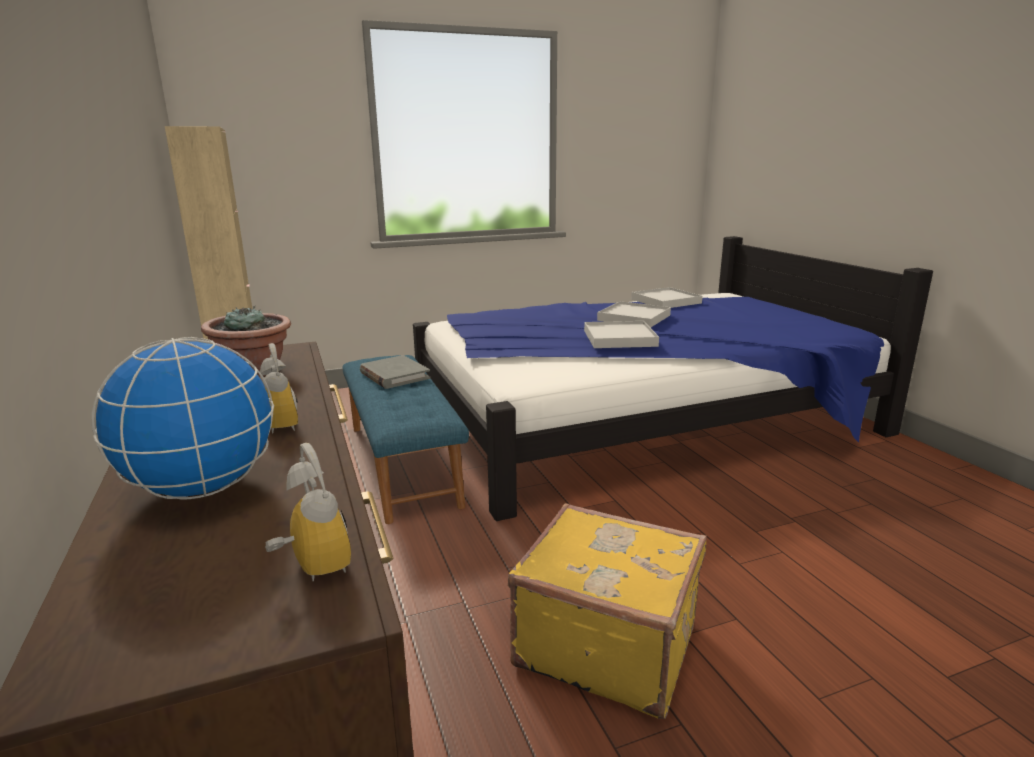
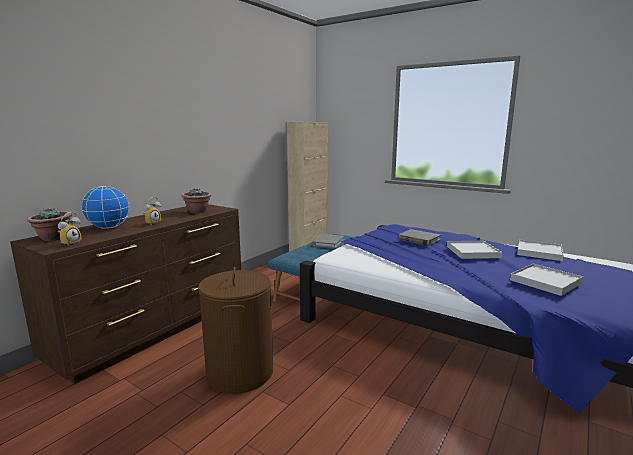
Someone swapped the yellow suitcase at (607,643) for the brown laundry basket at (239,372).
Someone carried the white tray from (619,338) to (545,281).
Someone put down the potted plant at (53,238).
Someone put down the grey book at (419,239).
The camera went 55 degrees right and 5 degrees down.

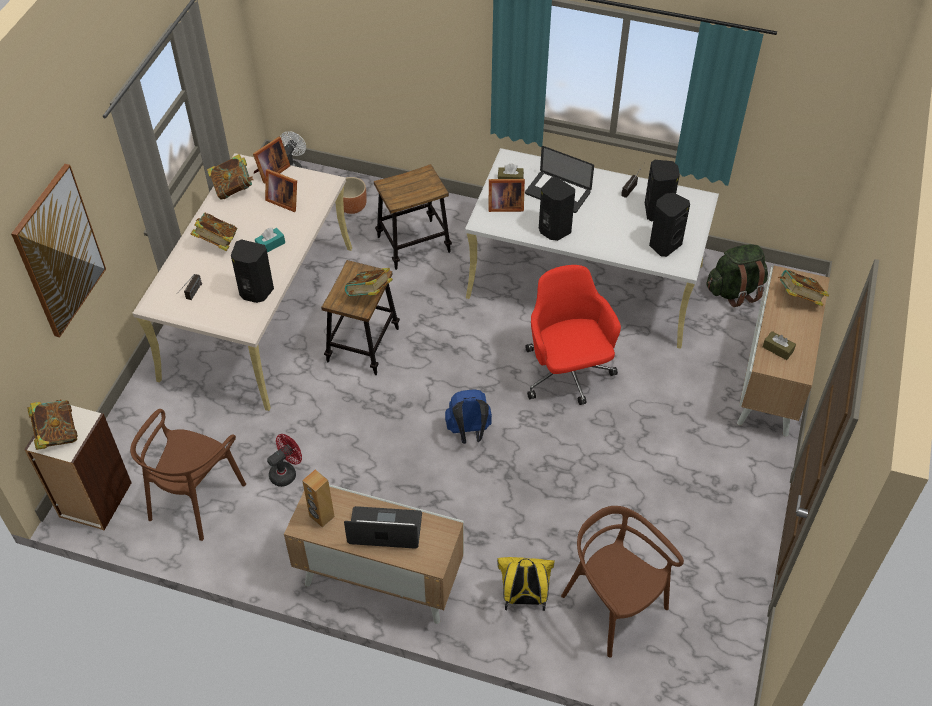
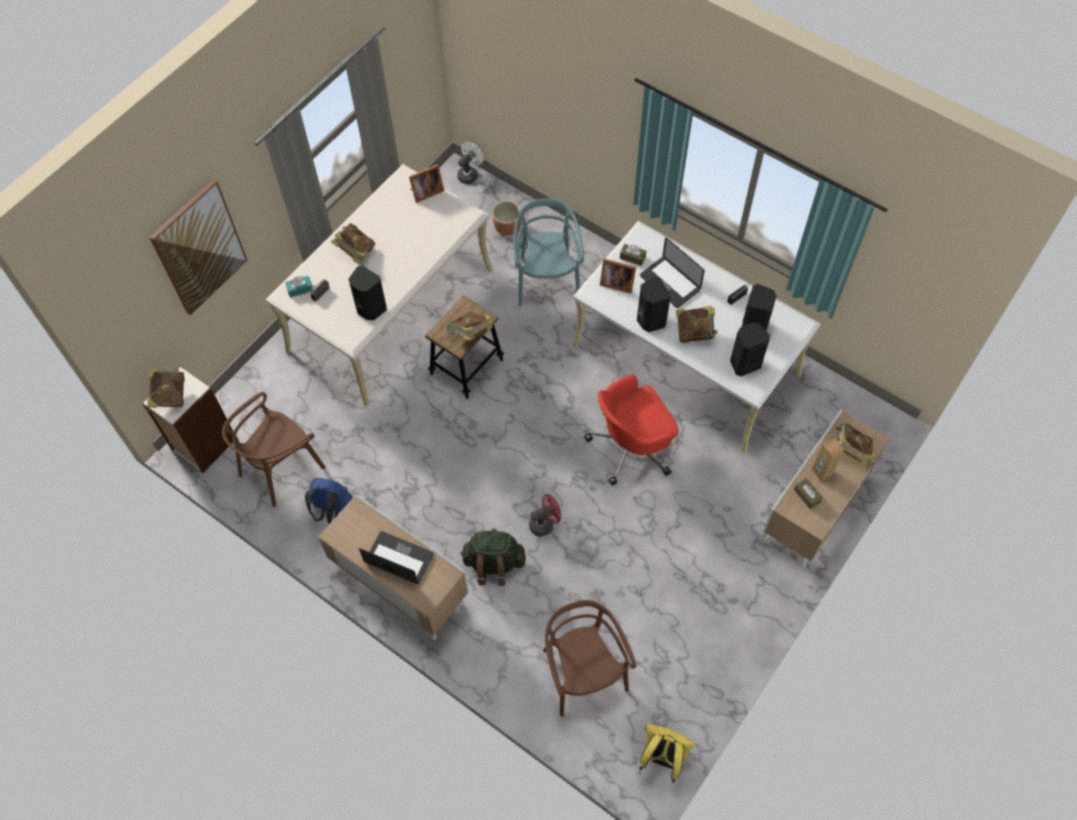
Someone carried the book from (233,189) to (695,332).
Someone carried the turquoise tissue box from (270,245) to (300,289).
Someone took away the picture frame at (283,200).
Someone carried the red fan from (286,472) to (544,523).
Someone carried the brown speaker from (321,516) to (821,472).
Someone swapped the stool at (413,244) for the turquoise chair at (547,280).
Someone carried the blue backpack from (469,432) to (331,509).
Someone carried the yellow backpack from (524,598) to (662,757).
Someone rotated the red office chair at (567,373) by 120 degrees counterclockwise.
Someone carried the green backpack from (735,291) to (494,564).
The camera went 20 degrees right and 10 degrees up.

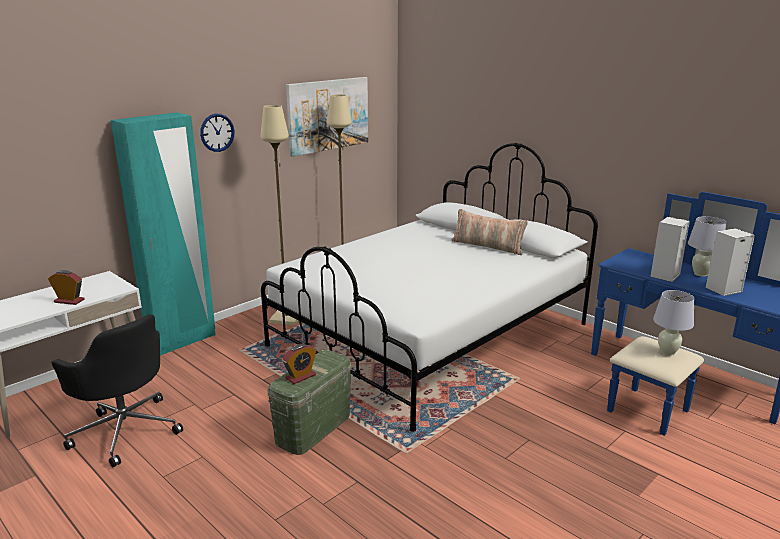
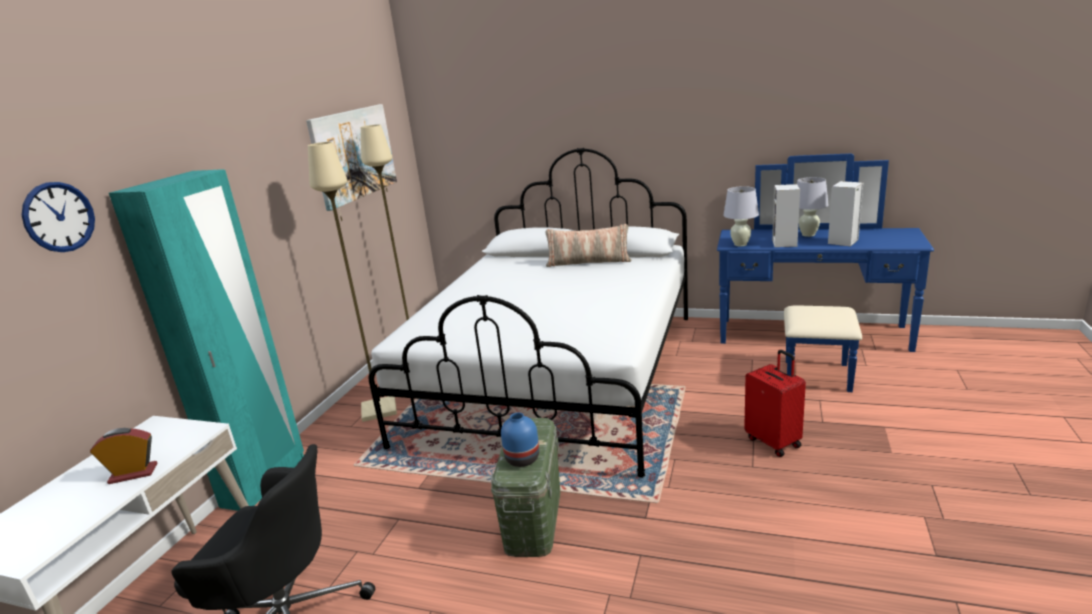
Someone carried the wall clock from (217,132) to (59,217).
Someone swapped the alarm clock at (300,377) for the blue vase at (522,458).
Someone carried the white table lamp from (667,352) to (740,244).
Someone put down the red suitcase at (774,442).
The camera went 25 degrees left and 0 degrees up.

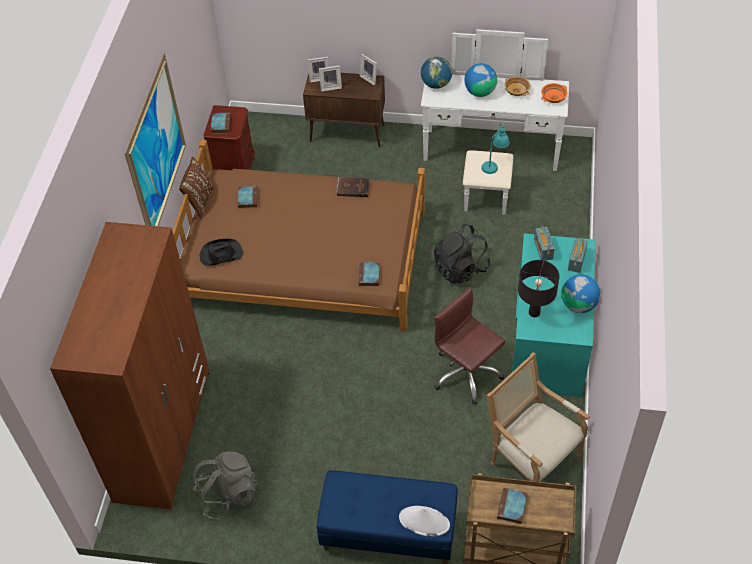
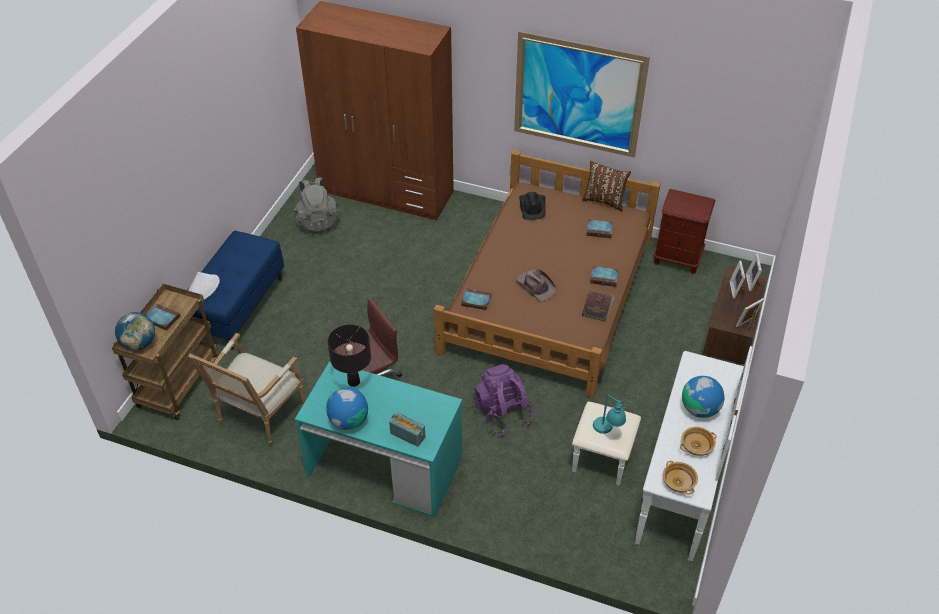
Someone carried the book from (221,124) to (604,278).
Someone carried the globe from (436,84) to (139,343).
Someone repainted the black backpack at (461,268), which became the purple backpack at (502,413).
Someone rotated the armchair at (530,459) by 150 degrees clockwise.
Someone took away the radio at (543,249).
Someone repainted the orange bowl at (553,98), which became the beige bowl at (679,482).
Someone put down the brown hat at (536,285).
The camera went 100 degrees right and 5 degrees down.

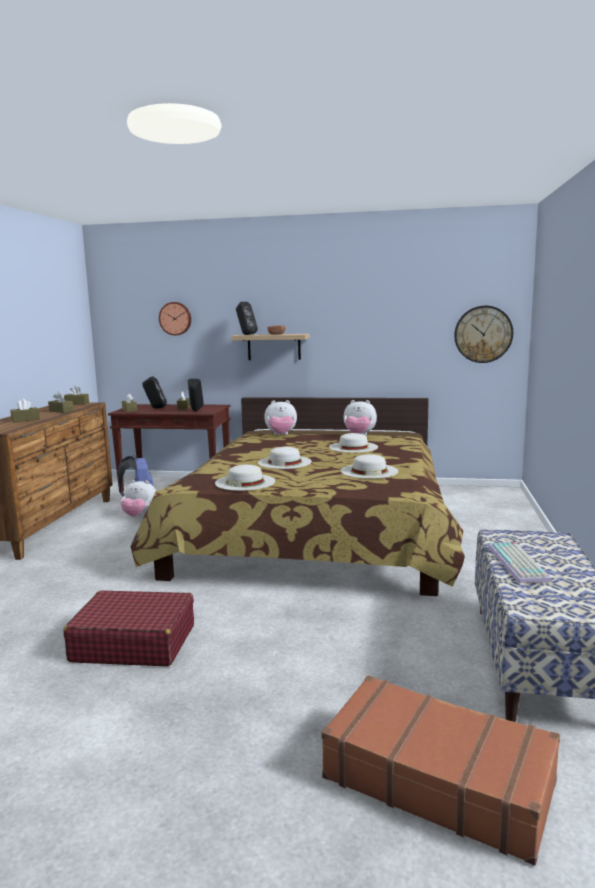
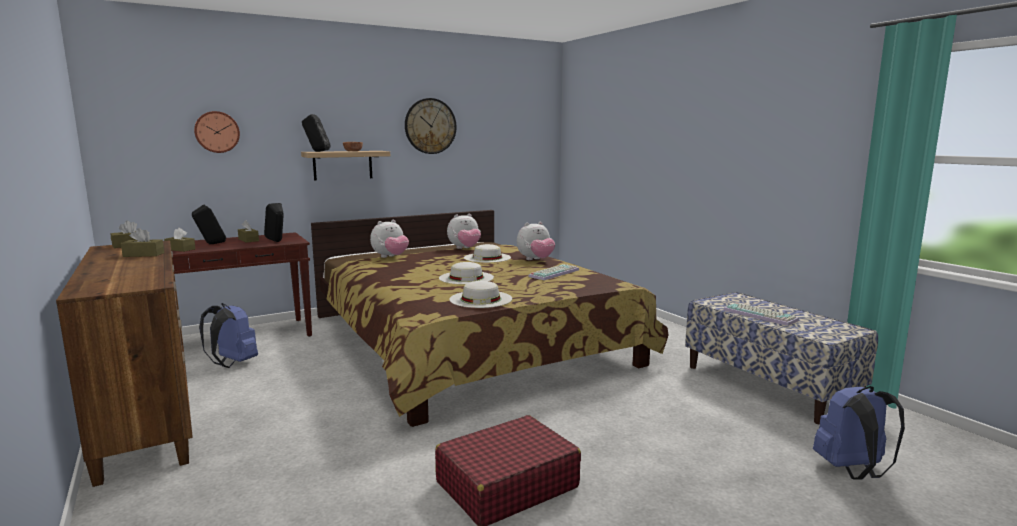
Someone took away the brown tissue box at (25,419).
Someone carried the plush toy from (139,516) to (535,260).
Someone swapped the brown suitcase at (438,779) for the blue backpack at (853,471).
Someone swapped the white hat at (369,471) for the keyboard at (553,273).
Someone carried the wall clock from (483,334) to (430,126).
The camera went 40 degrees left and 0 degrees up.

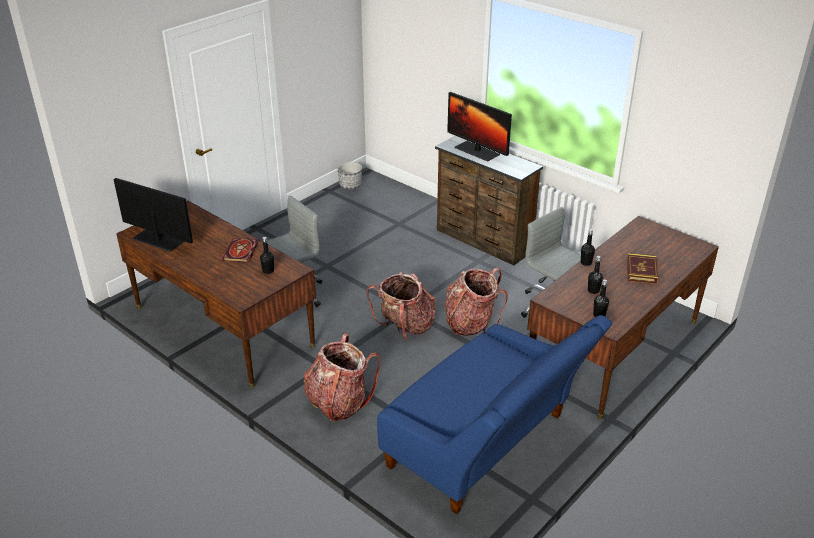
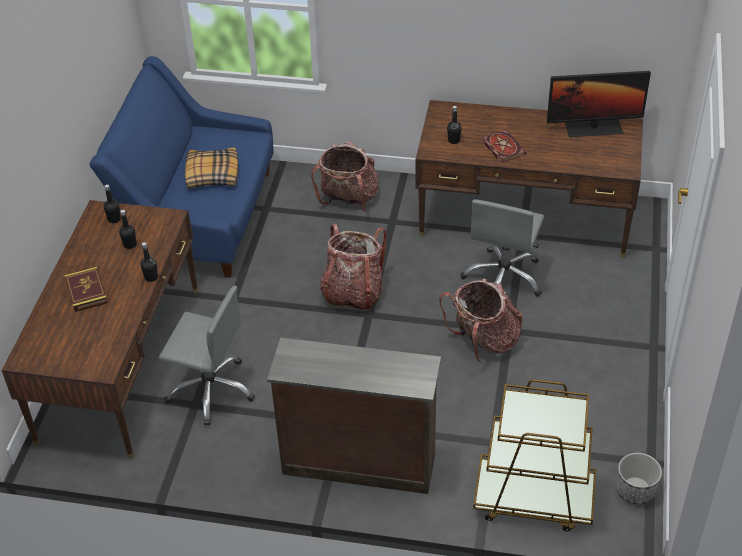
Someone carried the backpack from (471,323) to (484,341).
Someone took away the monitor at (476,151).
Someone put down the pillow at (212,174).
Someone put down the brown cart at (533,498).
The camera went 150 degrees right and 10 degrees up.

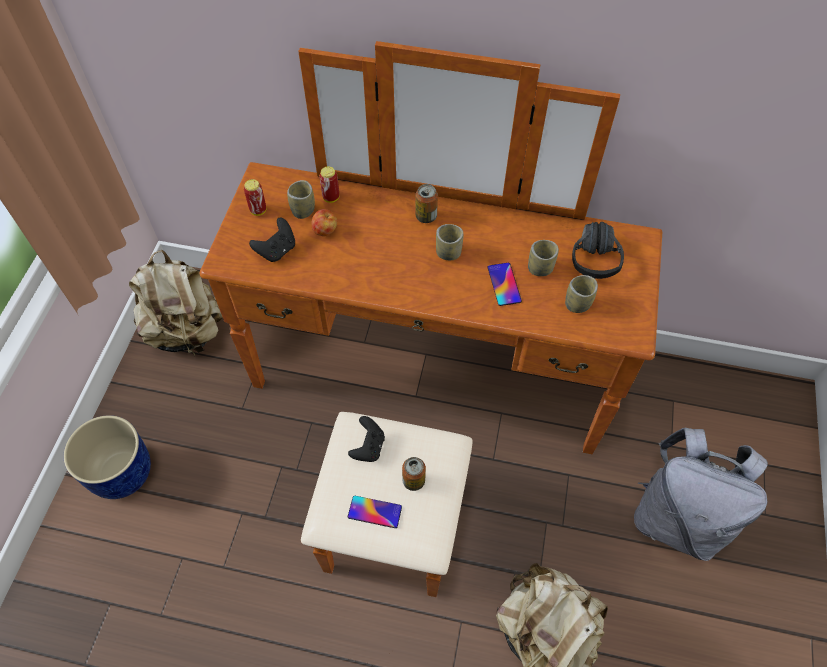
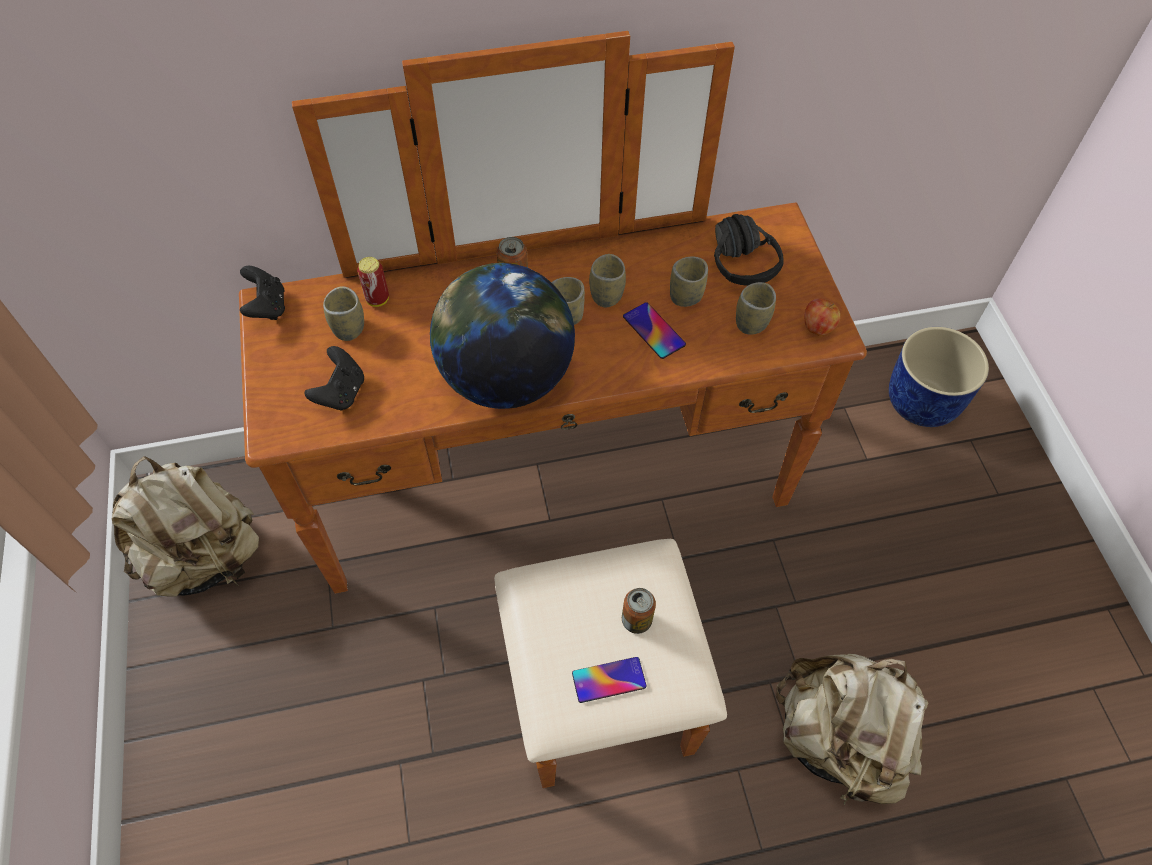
Someone carried the blue planter from (123,472) to (922,401).
Someone took away the can at (258,210).
Someone carried the apple from (325,231) to (817,327).
Someone carried the black game controller from (368,447) to (267,307).
Someone took away the grey backpack at (677,518).
Someone put down the globe at (506,378).
Someone put down the cup at (606,295).
The camera went 25 degrees left and 0 degrees up.

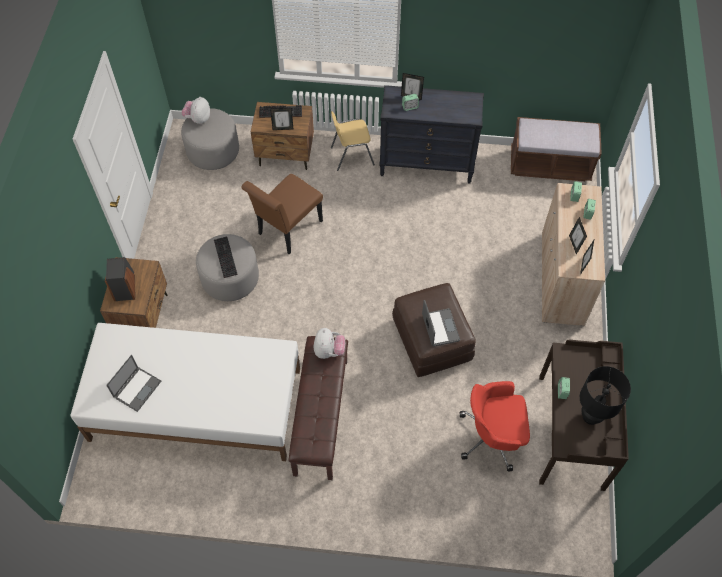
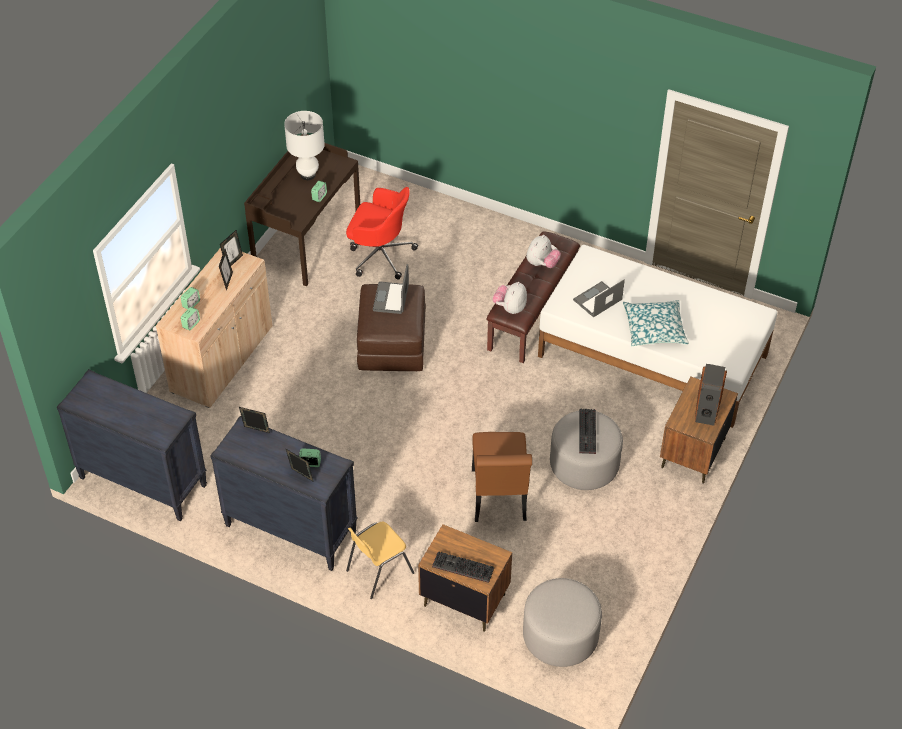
Someone carried the laptop from (137,388) to (597,300).
Someone carried the plush toy from (198,119) to (542,264).
Someone rotated the brown chair at (287,230) by 120 degrees clockwise.
Someone carried the picture frame from (283,128) to (256,431).
Someone rotated the yellow chair at (351,156) by 135 degrees clockwise.
Someone swapped the brown bench at (550,165) for the black dresser at (142,482).
Someone repainted the black table lamp at (590,416), which became the white table lamp at (308,175).
Someone put down the pillow at (654,329).
The camera went 160 degrees left and 10 degrees down.

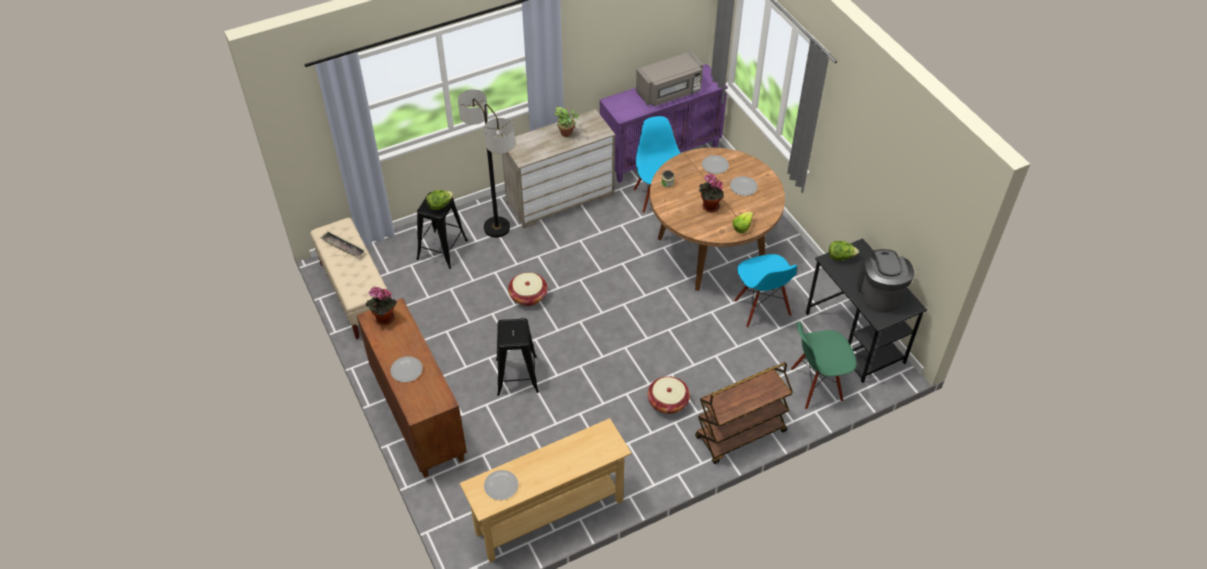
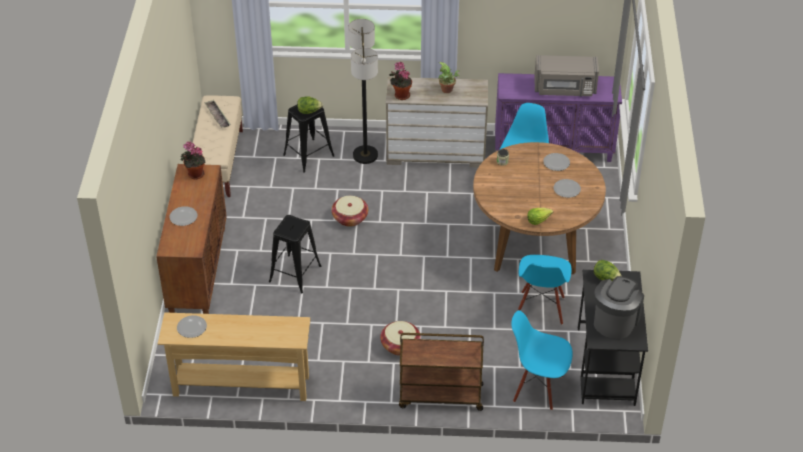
Someone carried the potted plant from (709,207) to (400,95).
Someone repainted the green chair at (816,385), which became the blue chair at (538,388).
The camera went 30 degrees right and 5 degrees down.

